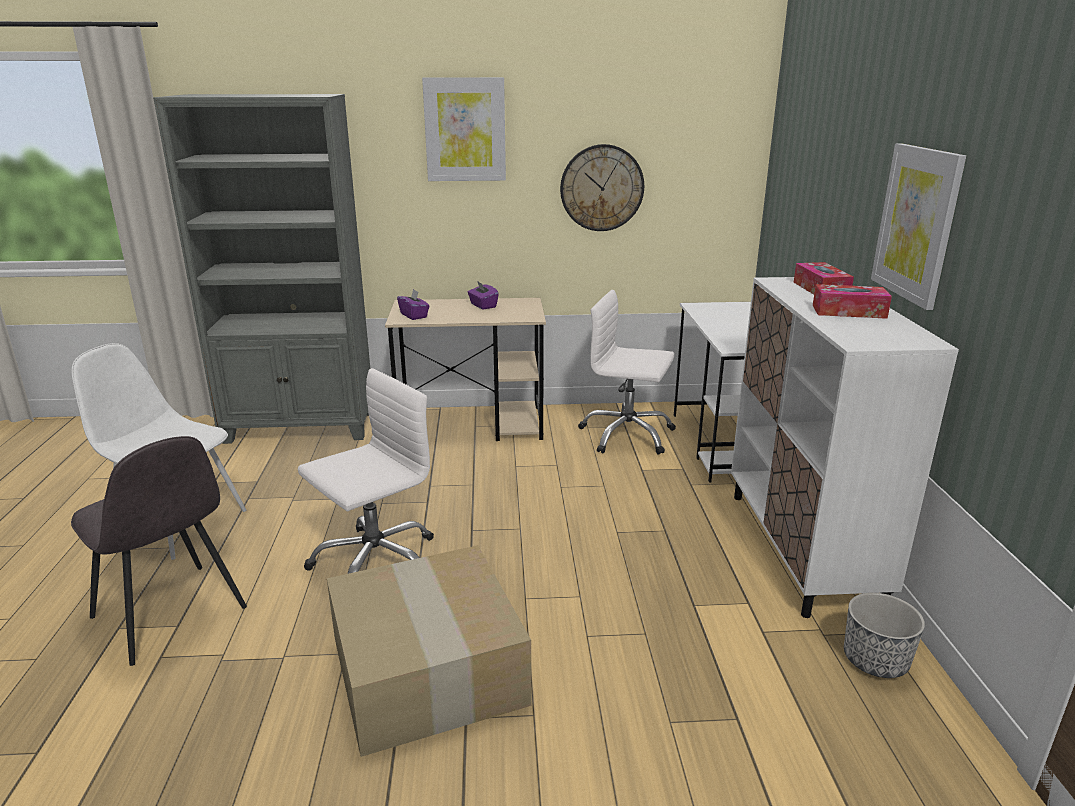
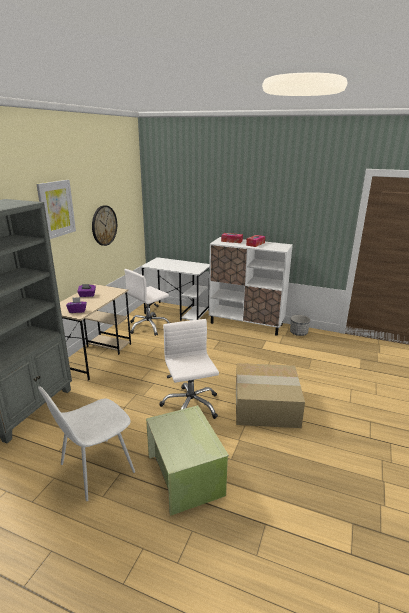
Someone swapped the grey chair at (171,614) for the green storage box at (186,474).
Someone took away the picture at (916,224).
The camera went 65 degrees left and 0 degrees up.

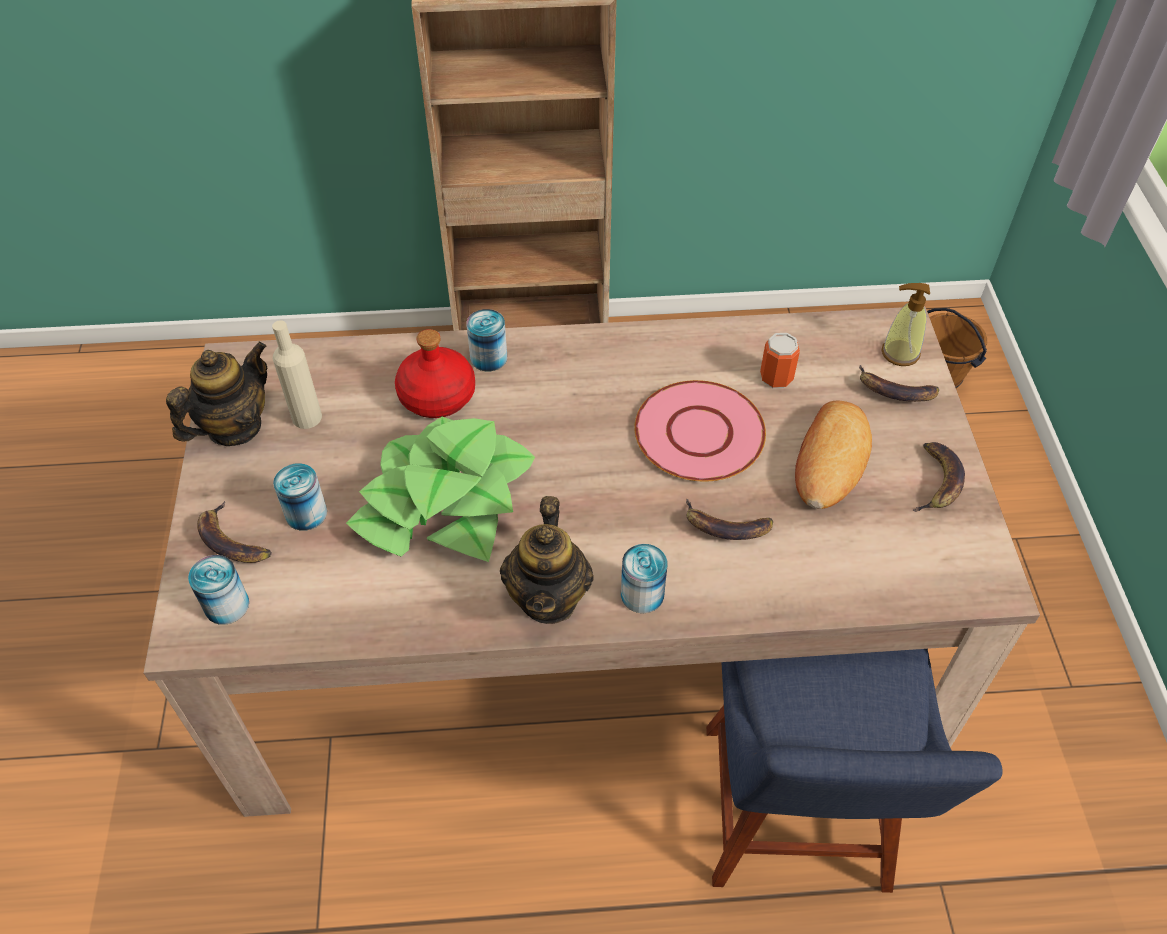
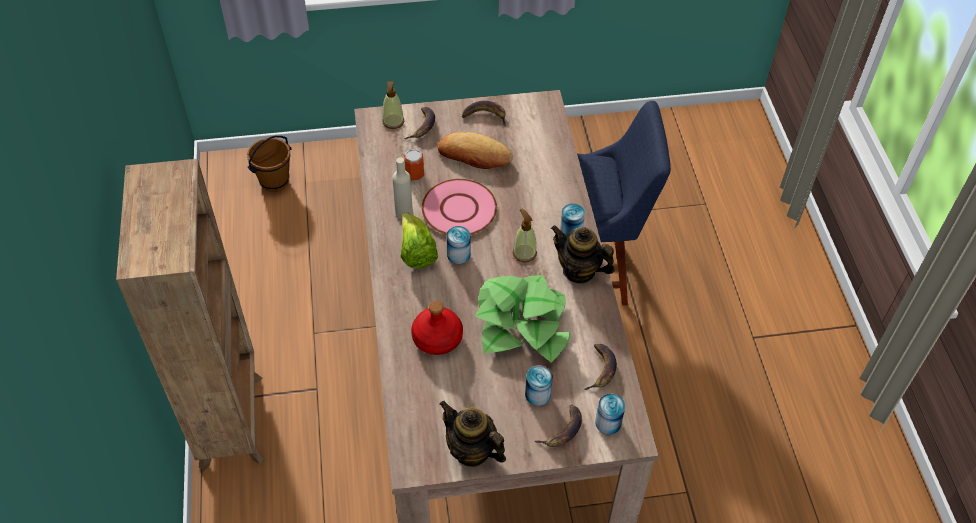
Someone carried the beige bottle from (307,417) to (404,212).
Someone carried the can from (488,357) to (458,254).
Someone rotated the teapot at (549,597) by 150 degrees counterclockwise.
Someone carried the banana from (725,527) to (601,369).
Someone put down the lettuce at (416,253).
Someone put down the soap dispenser at (524,253).
The camera went 95 degrees left and 0 degrees up.

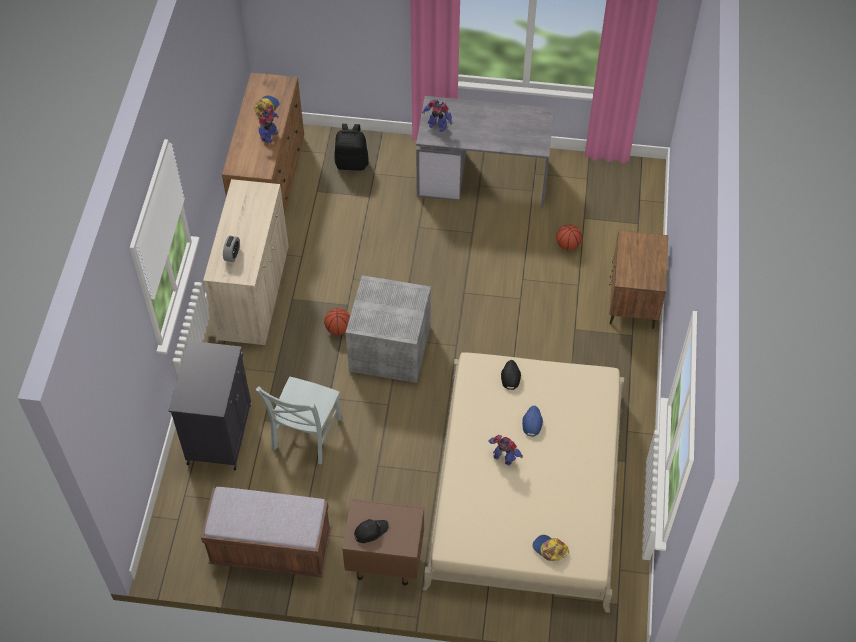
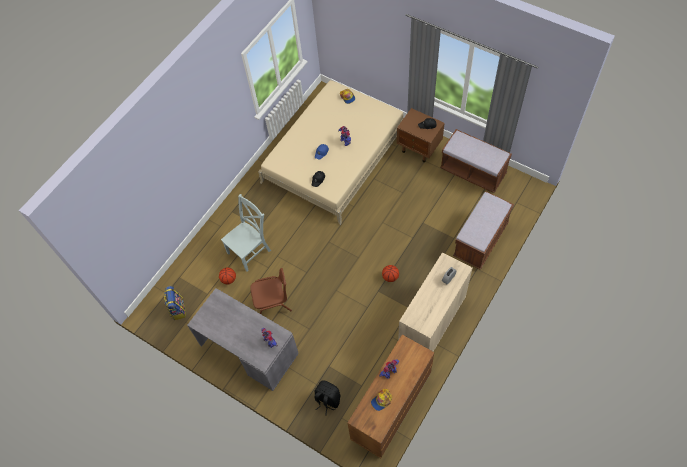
Someone swapped the black cabinet at (220,432) for the brown bench at (480,240).
Someone carried the grey chair from (305,436) to (250,250).
Someone took away the grey storage box at (389,347).
Someone took away the brown nightstand at (632,302).
Someone put down the backpack at (177,309).
Someone put down the brown chair at (272,301).
The camera went 150 degrees left and 5 degrees up.

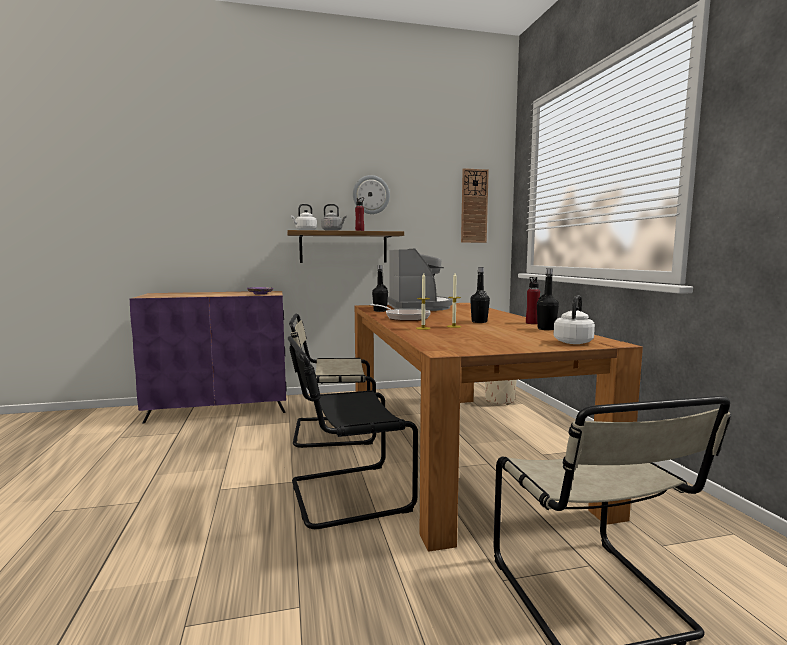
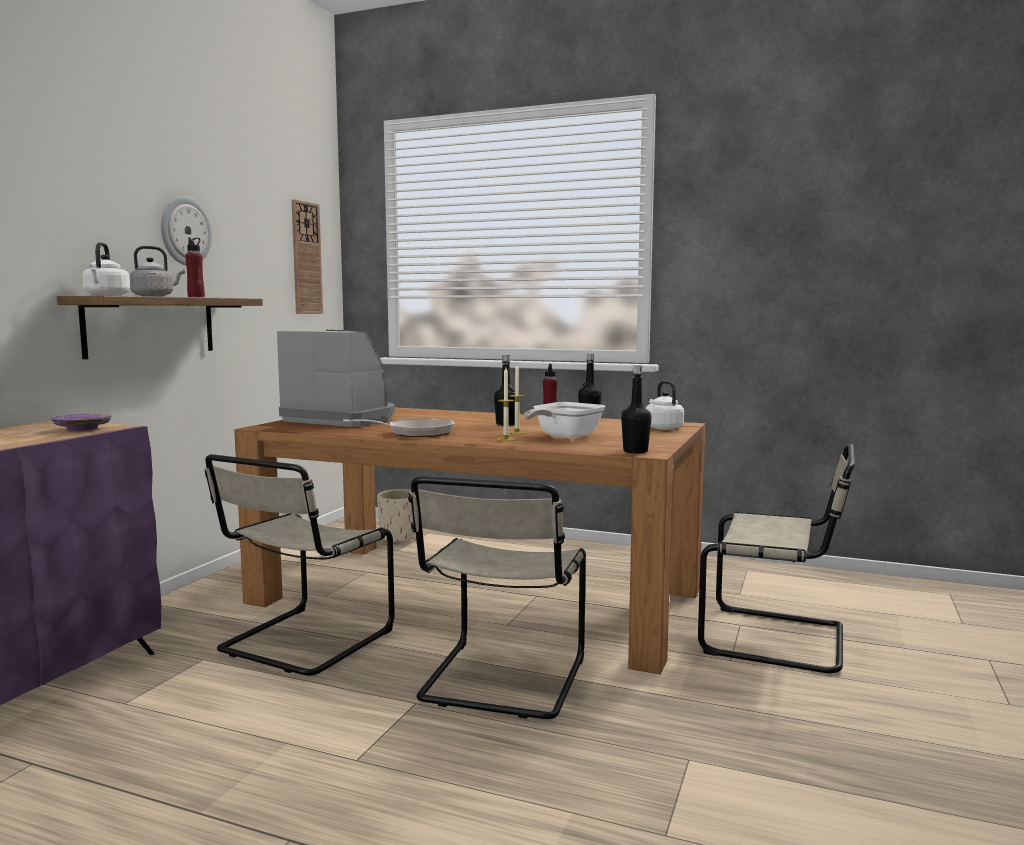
Someone repainted the black chair at (345,495), which became the beige chair at (501,682).
Someone carried the black bottle from (380,311) to (635,451).
Someone put down the frying pan at (564,436).
The camera went 55 degrees left and 0 degrees up.

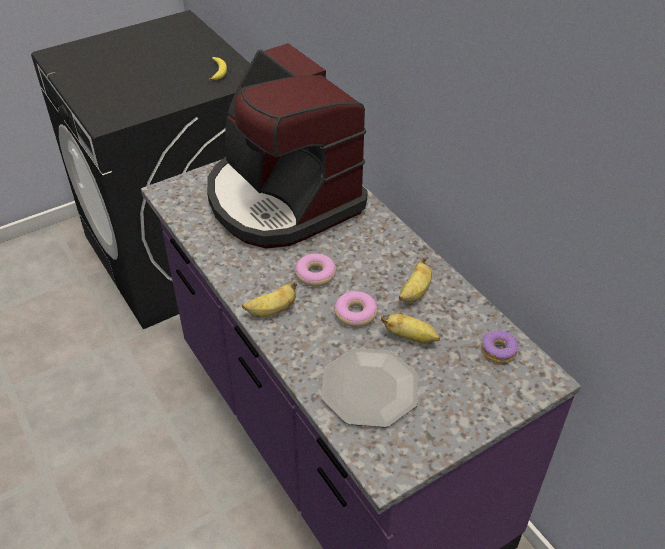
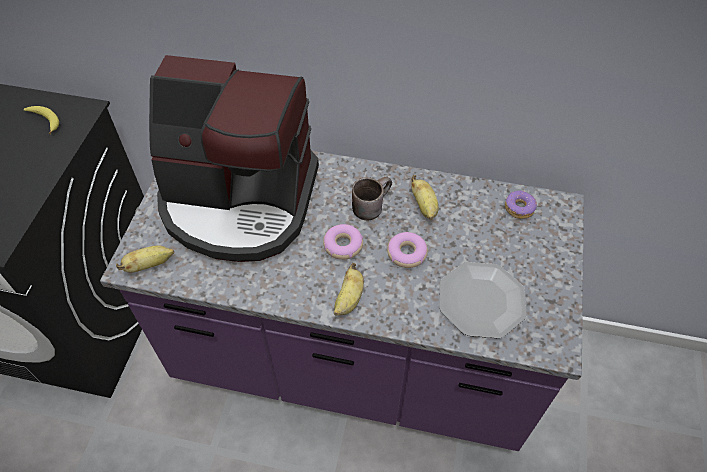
Someone carried the banana from (410,337) to (149,265).
Someone put down the brown mug at (370,204).
The camera went 45 degrees left and 10 degrees up.

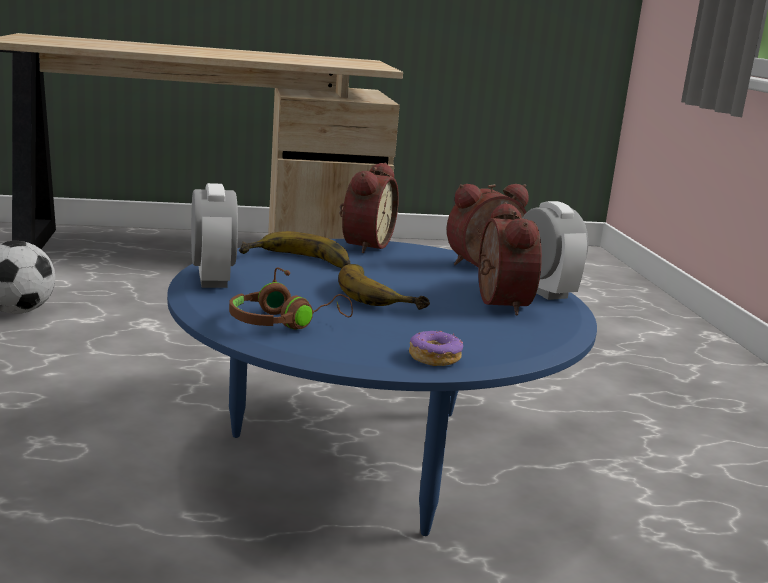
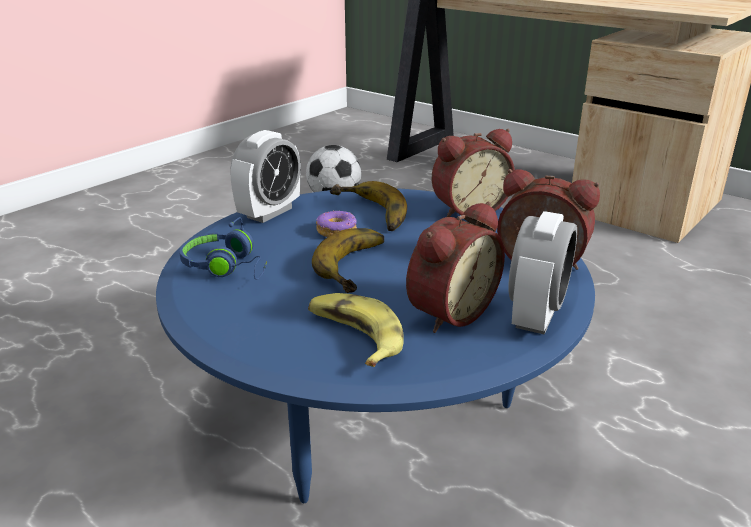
Someone repainted the brown headphones at (284,322), which became the blue headphones at (227,267).
Someone carried the donut from (434,357) to (337,231).
Someone put down the banana at (354,337).
The camera went 50 degrees right and 10 degrees up.

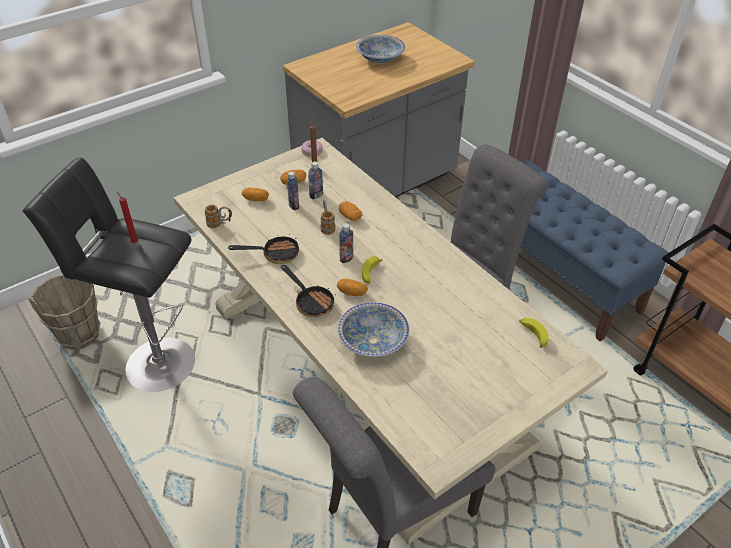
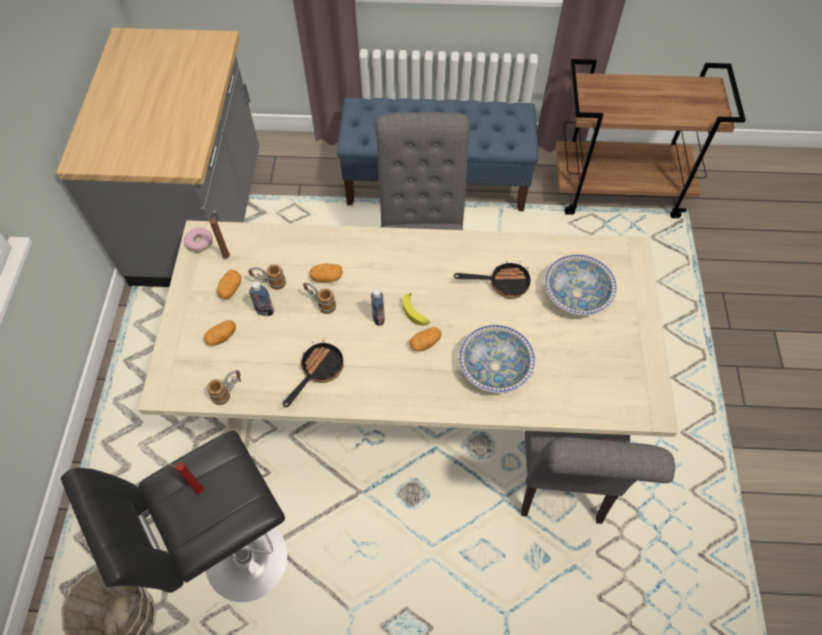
Someone carried the frying pan from (311,301) to (502,283).
Someone swapped the bottle at (316,195) for the mug at (269,283).
Someone carried the bowl from (380,58) to (577,294).
Someone took away the banana at (532,334).
The camera went 50 degrees left and 15 degrees up.

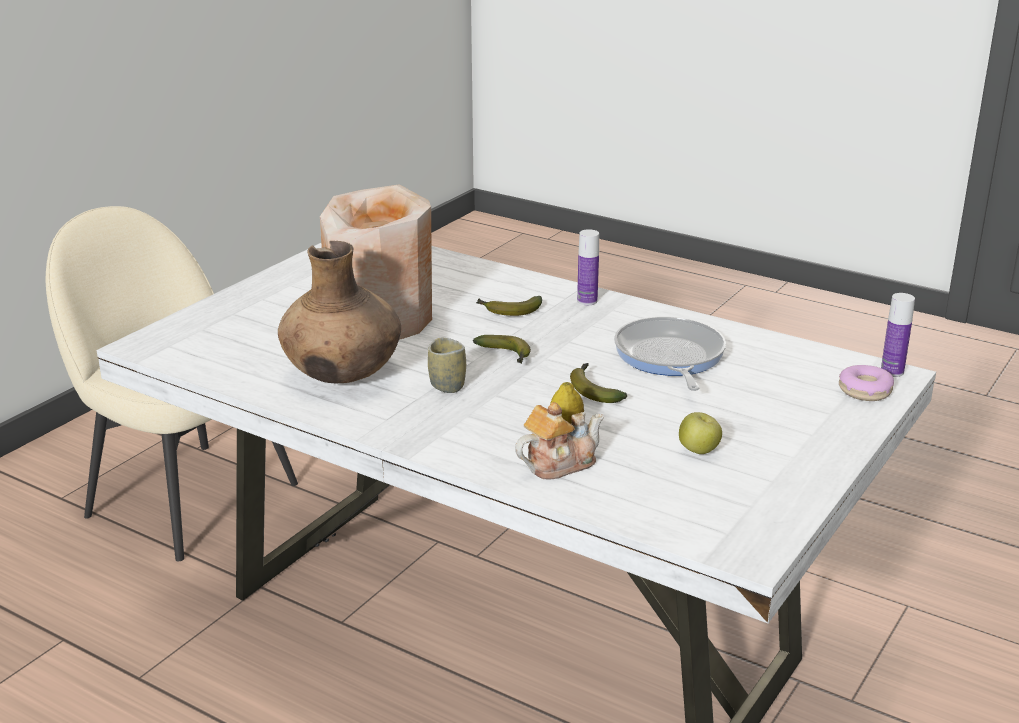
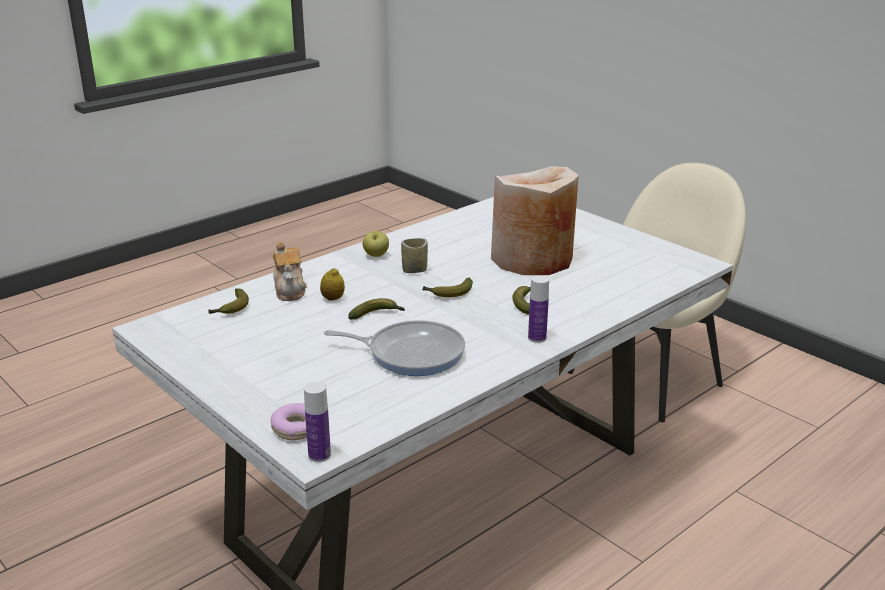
Someone took away the brown vase at (343,375).
Someone carried the apple from (698,451) to (376,255).
Someone put down the banana at (230,309).
The camera went 105 degrees right and 0 degrees up.

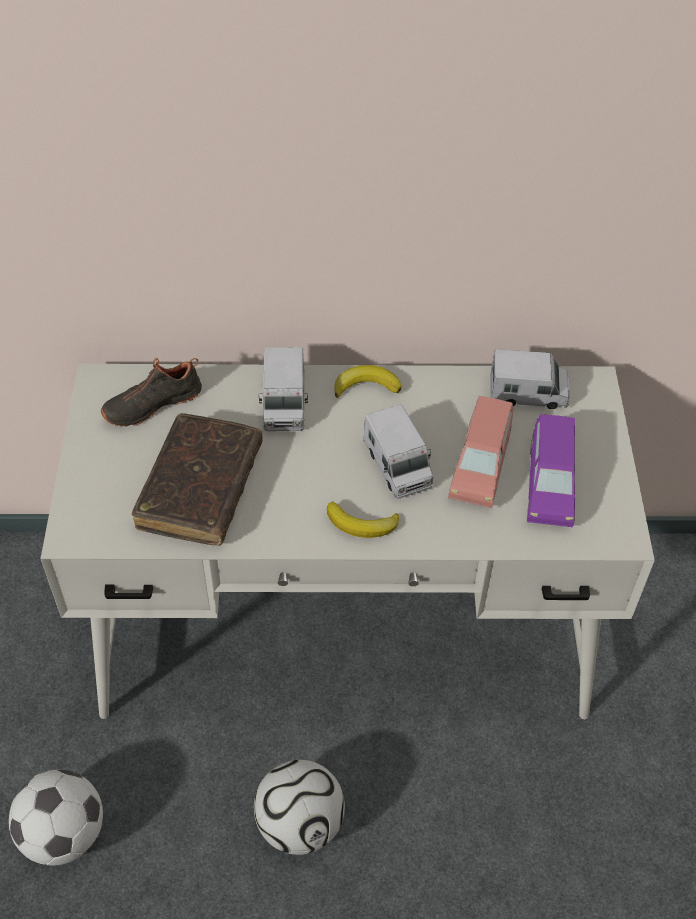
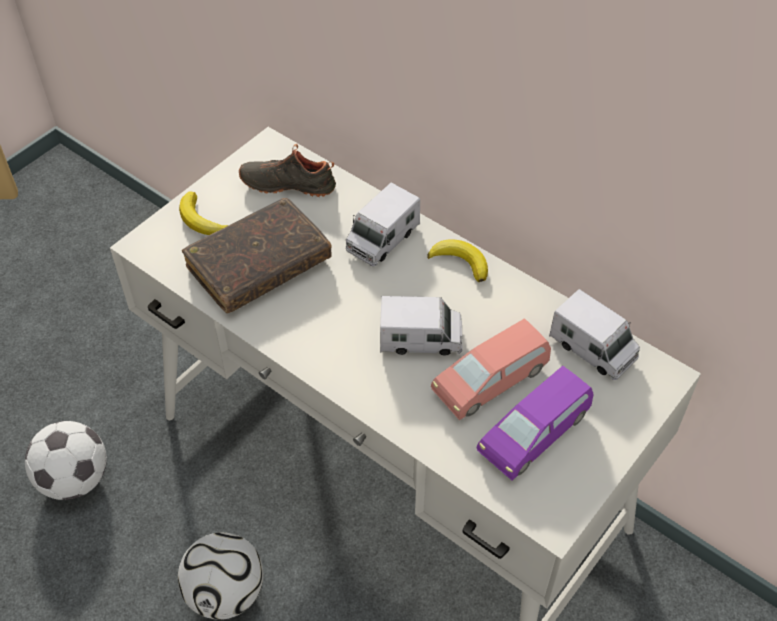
Someone carried the banana from (362,524) to (200,219).
Someone rotated the toy truck at (397,466) by 105 degrees counterclockwise.
The camera went 40 degrees right and 0 degrees up.

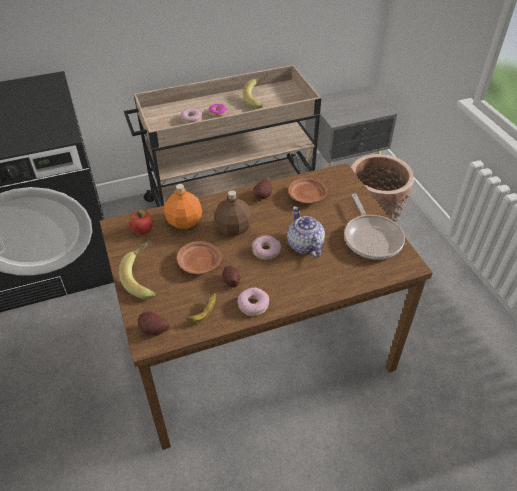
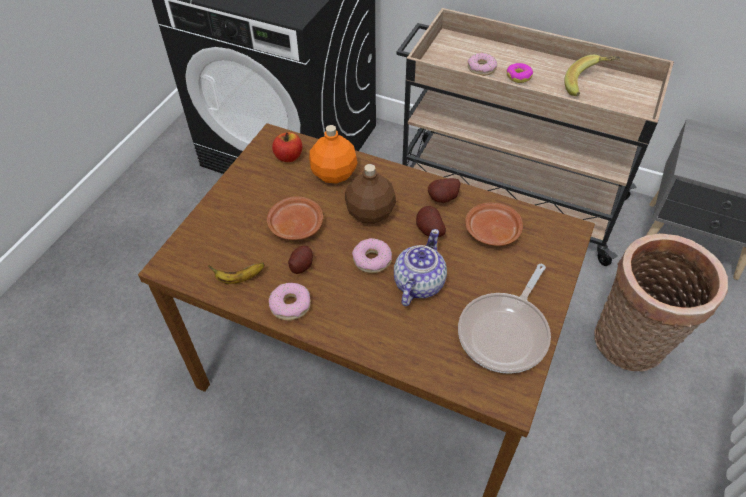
Someone took away the banana at (145,278).
Someone carried the potato from (153,331) to (428,231).
The camera went 45 degrees right and 5 degrees up.

